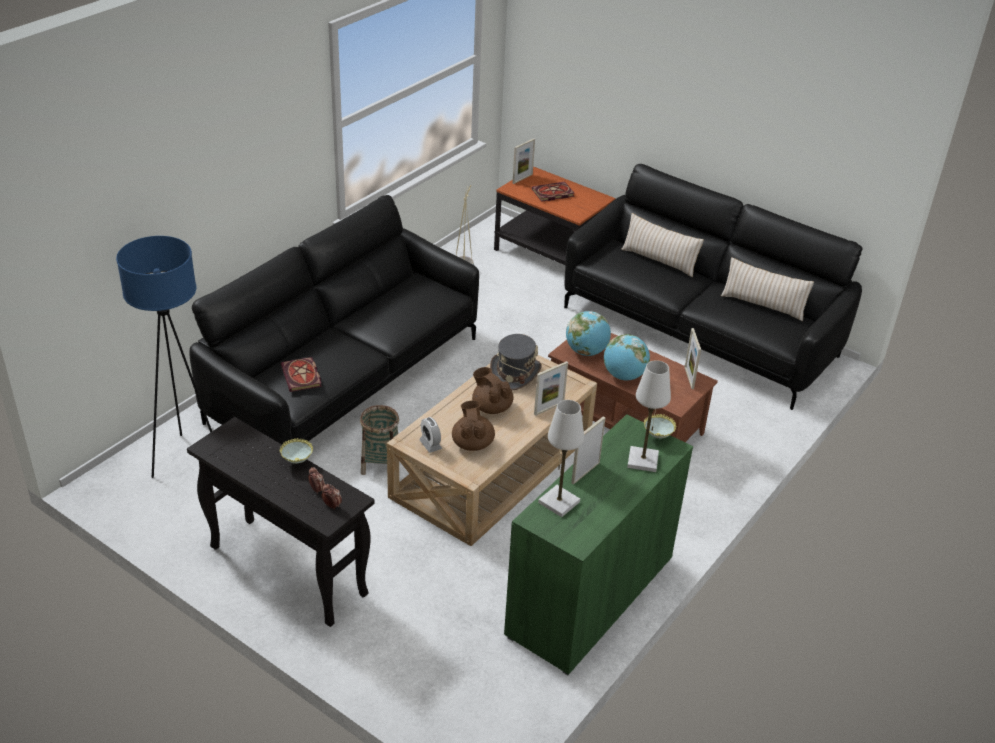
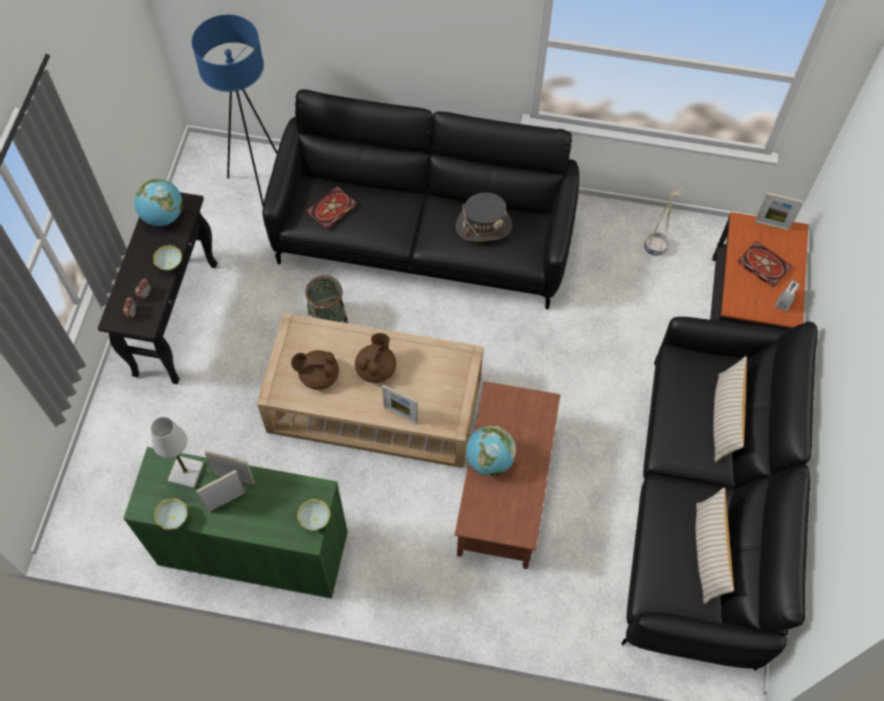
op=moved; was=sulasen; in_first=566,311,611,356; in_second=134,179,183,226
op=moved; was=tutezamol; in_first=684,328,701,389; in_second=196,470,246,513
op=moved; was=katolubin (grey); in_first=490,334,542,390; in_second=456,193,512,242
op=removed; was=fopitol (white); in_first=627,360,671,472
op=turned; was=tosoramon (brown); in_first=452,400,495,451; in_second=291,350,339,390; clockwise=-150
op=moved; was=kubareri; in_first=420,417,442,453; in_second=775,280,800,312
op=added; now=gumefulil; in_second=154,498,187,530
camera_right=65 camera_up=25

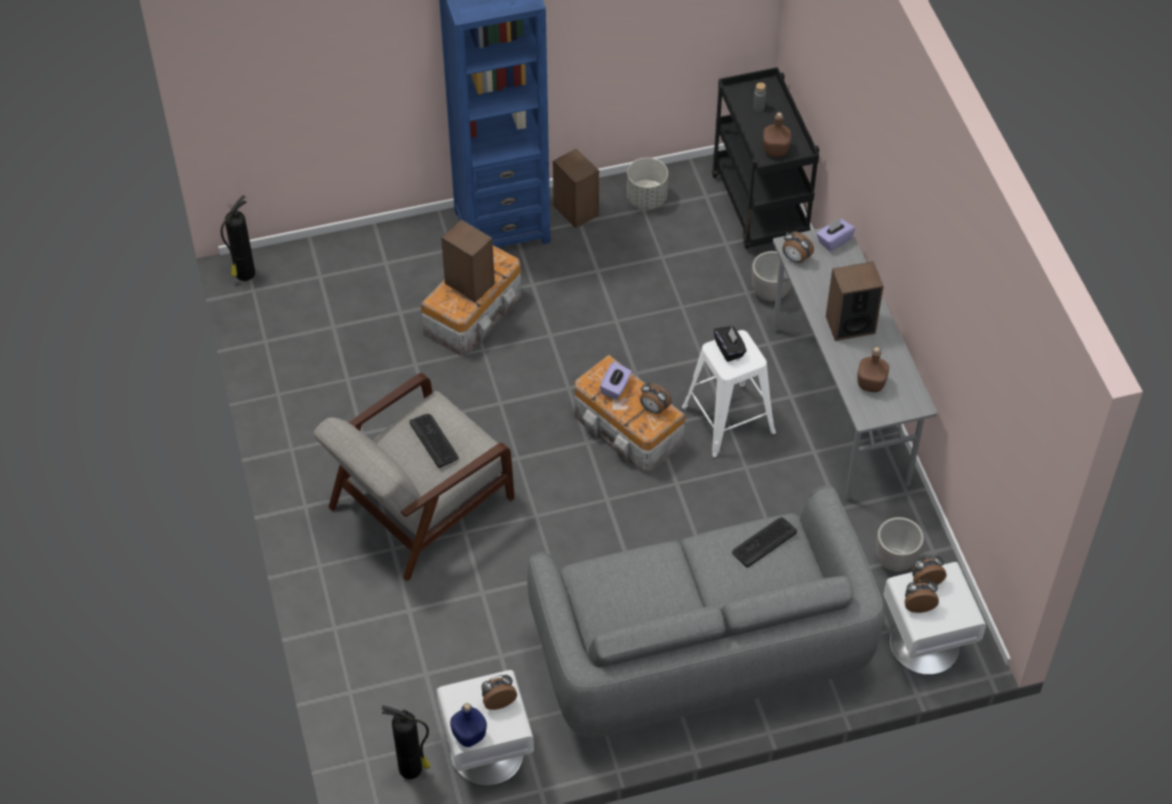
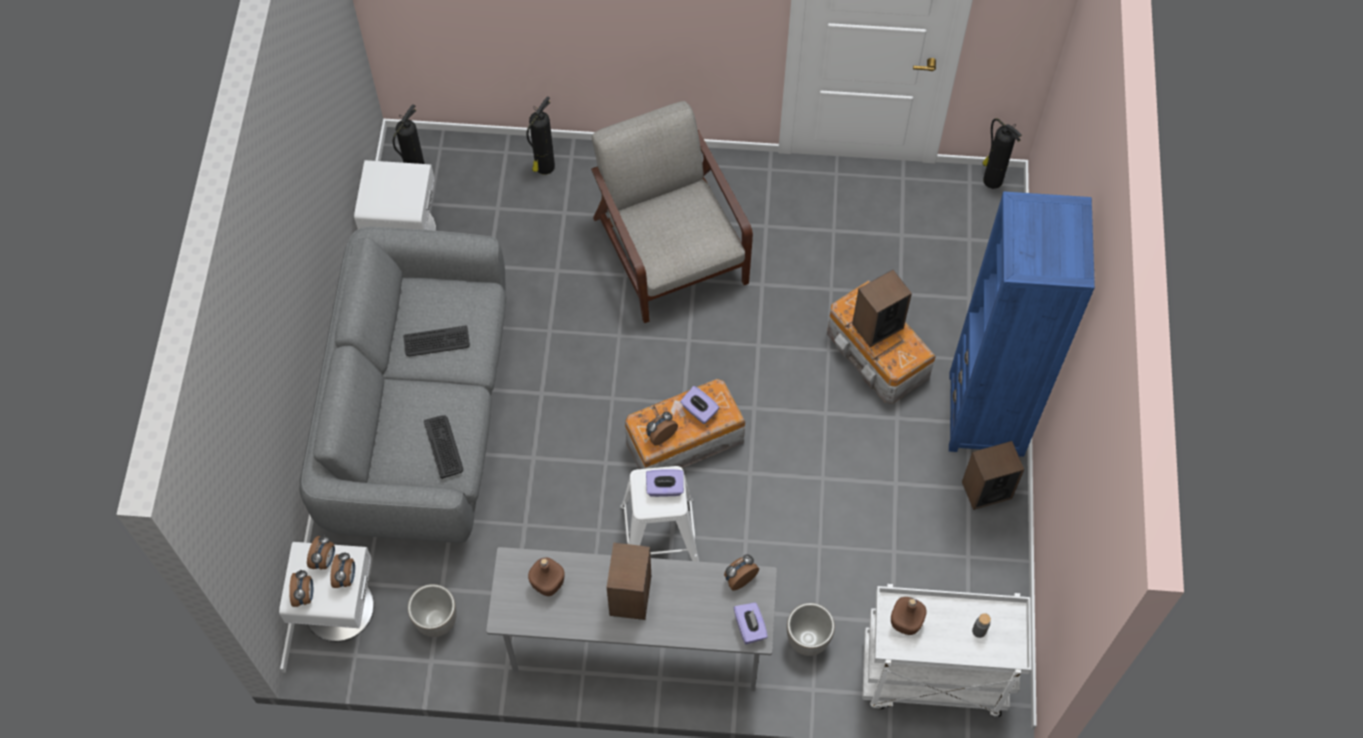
op=recoloured; was=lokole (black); now=lokole (white); in_first=712,67,819,249; in_second=862,584,1032,717
op=removed; was=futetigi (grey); in_first=627,158,668,210
op=recoloured; was=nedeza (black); now=nedeza (purple); in_first=714,326,747,362; in_second=646,469,684,497
op=moved; was=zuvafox; in_first=410,414,458,468; in_second=403,326,470,356
op=moved; was=kubareri; in_first=481,675,517,710; in_second=289,570,313,607
op=removed; was=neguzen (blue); in_first=450,703,487,747
op=added; now=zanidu; in_second=526,96,555,175
camera_right=110 camera_up=10

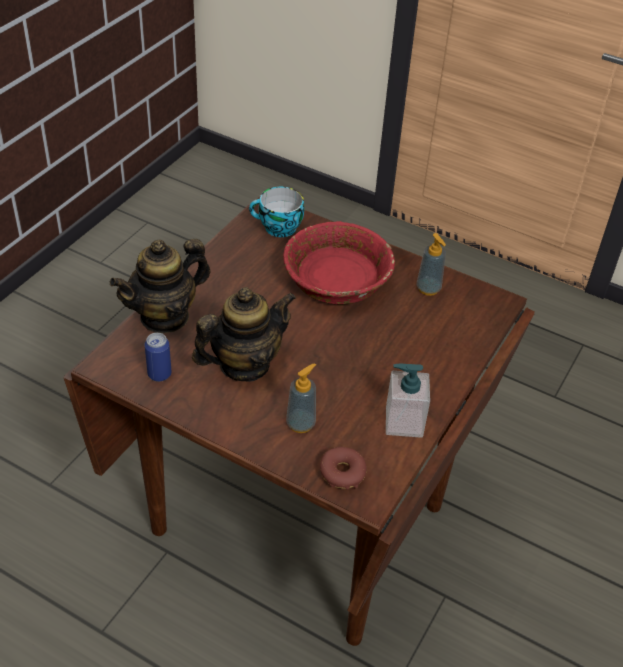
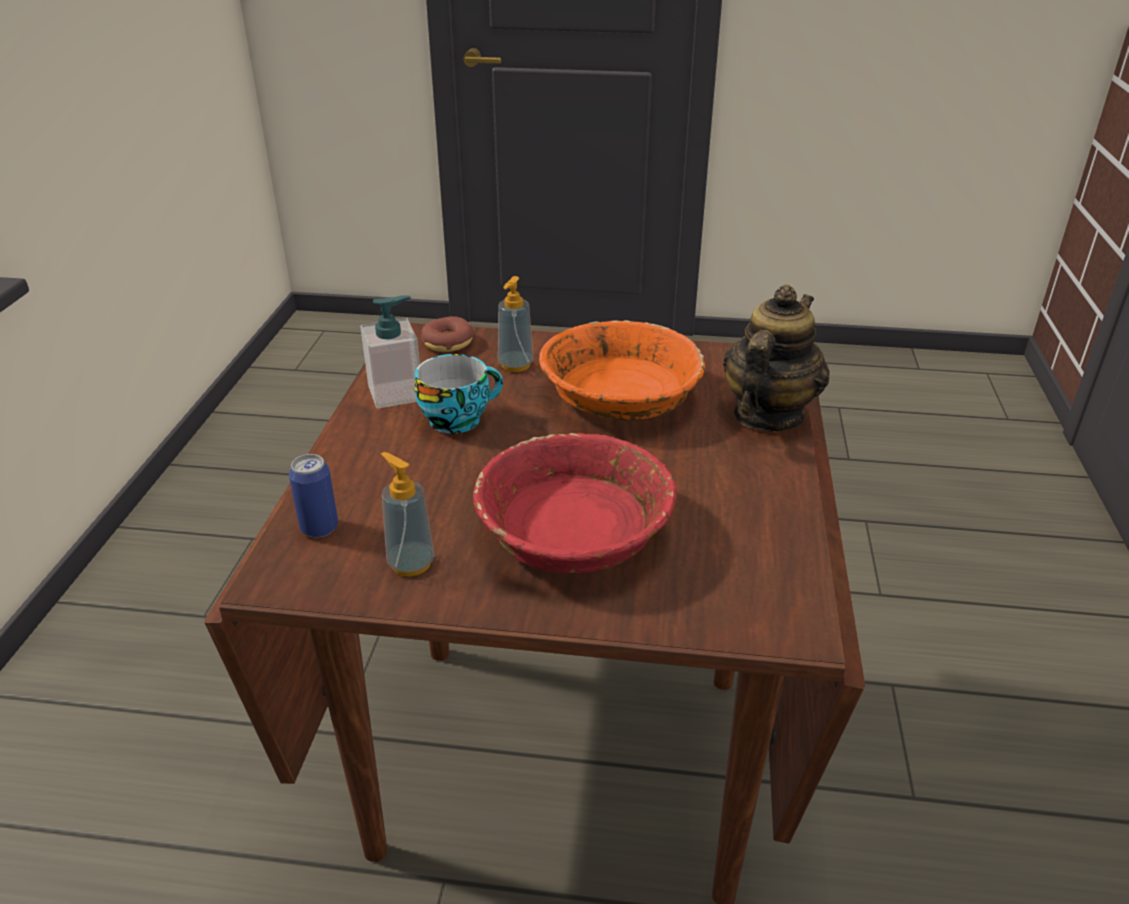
op=moved; was=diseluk; in_first=249,187,304,237; in_second=415,354,503,434
op=replaced; was=tosoramon; now=gumefulil (orange); in_first=192,287,296,382; in_second=539,320,705,420
op=moved; was=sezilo; in_first=145,333,171,382; in_second=289,454,338,538
camera_right=160 camera_up=-10

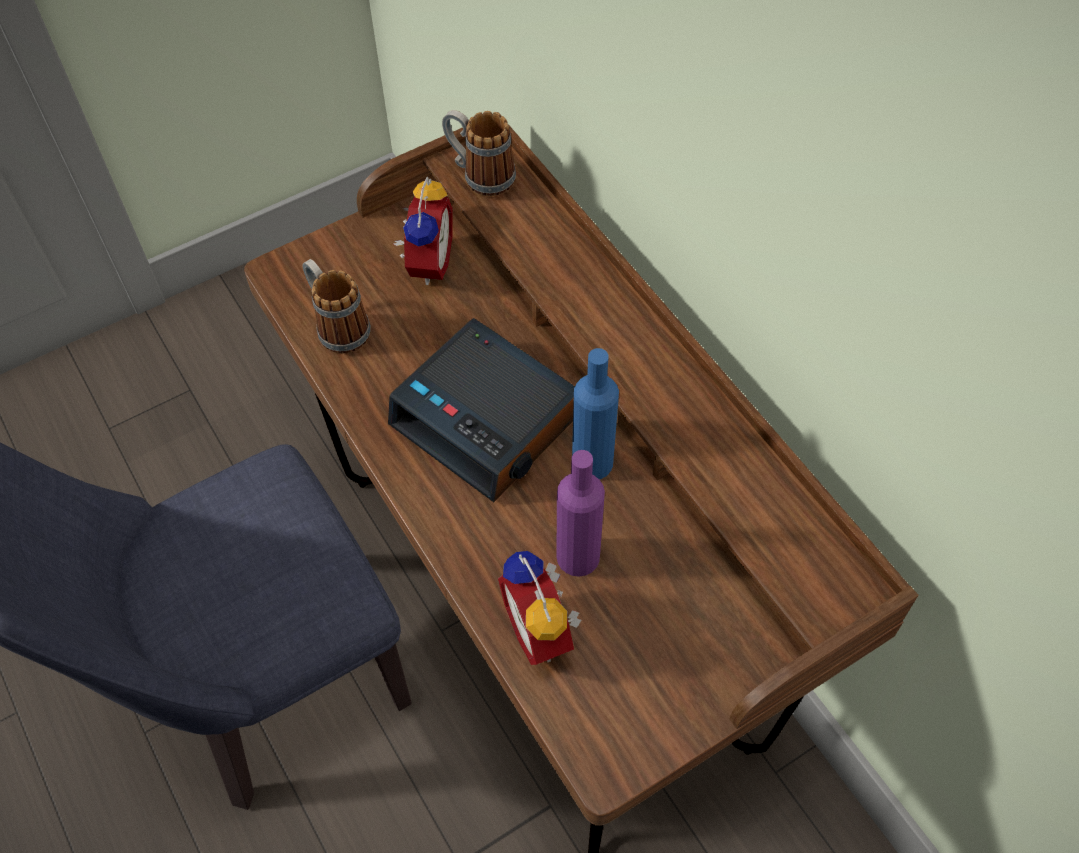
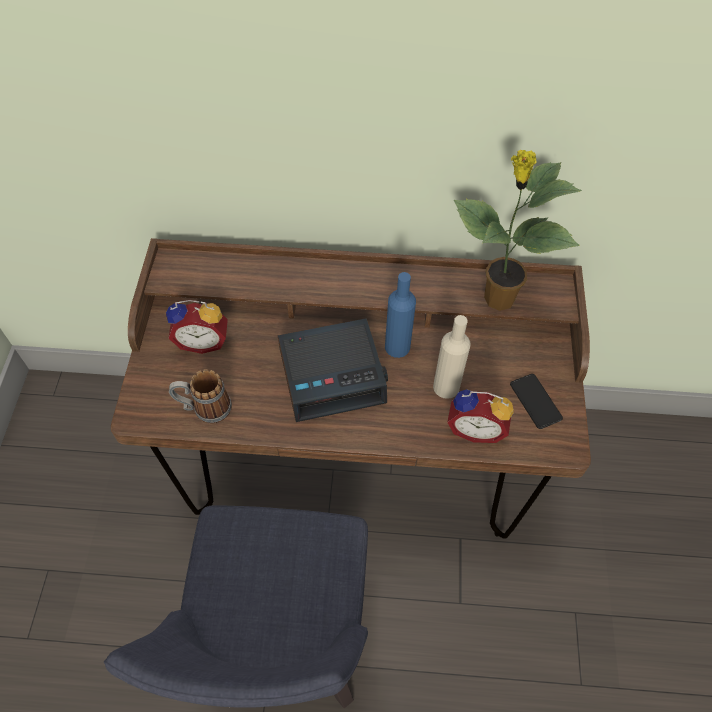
op=removed; was=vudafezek; in_first=442,110,516,196
op=turned; was=kubareri; in_first=394,177,453,285; in_second=166,300,228,354; clockwise=135
op=recoloured; was=neguzen (purple); now=neguzen (beige); in_first=556,450,605,577; in_second=433,315,471,399
op=added; now=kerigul; in_second=454,150,582,311
op=added; now=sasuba; in_second=510,374,563,429
camera_right=-55 camera_up=0

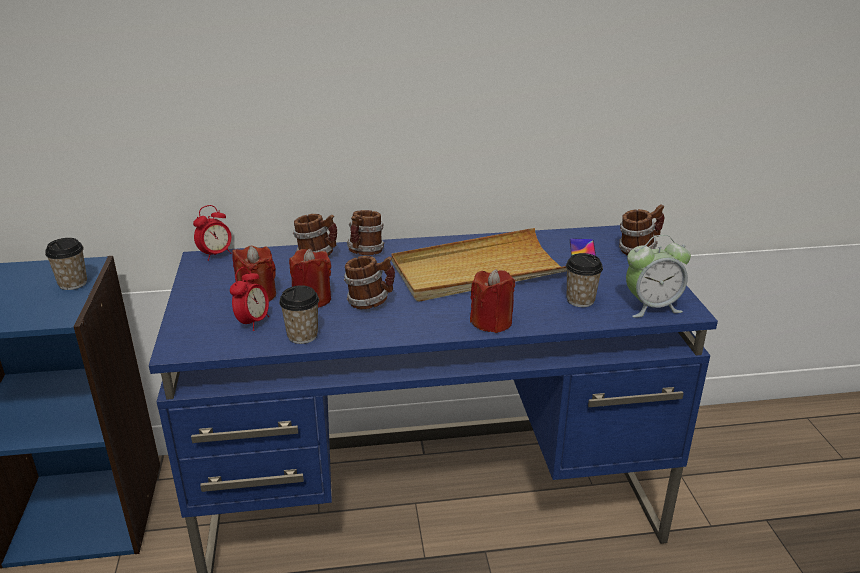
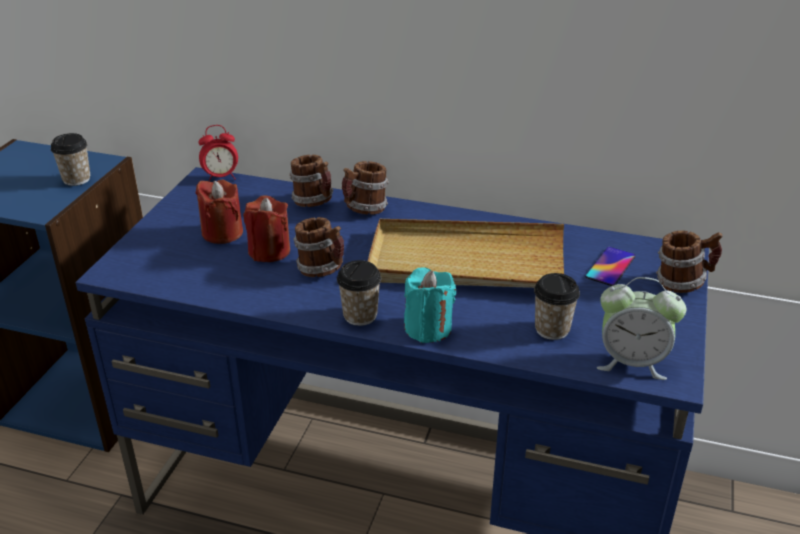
op=removed; was=kubareri; in_first=230,267,269,331
op=recoloured; was=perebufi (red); now=perebufi (turquoise); in_first=470,269,515,333; in_second=404,267,456,343
op=moved; was=diseluk; in_first=279,285,319,344; in_second=337,260,381,326
camera_right=25 camera_up=5

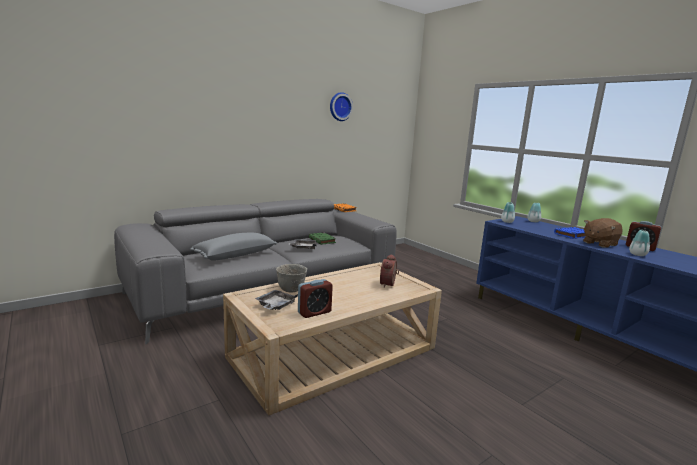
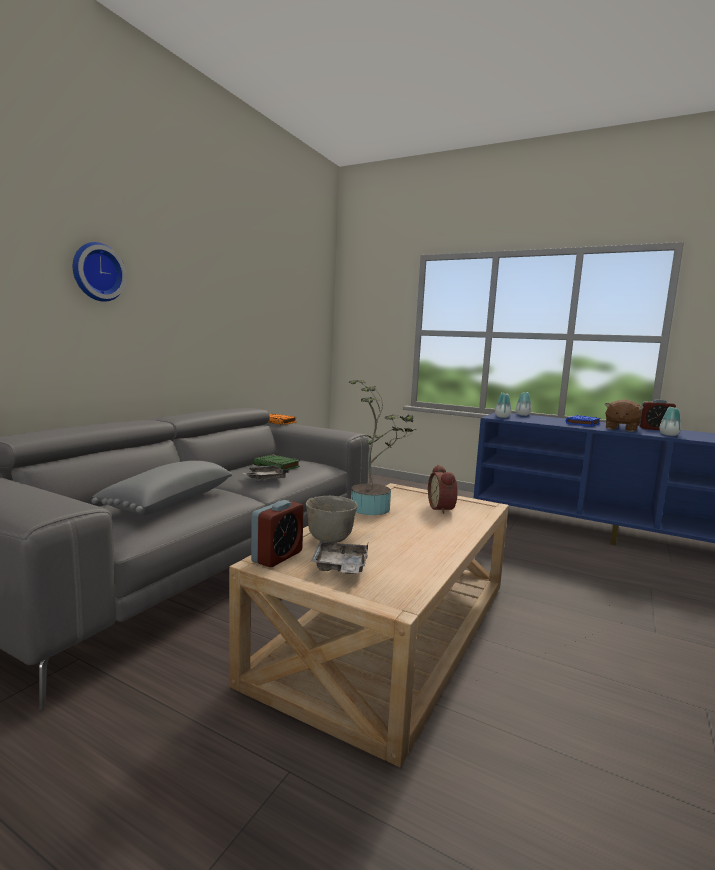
op=moved; was=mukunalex; in_first=330,92,353,121; in_second=73,242,127,302
op=moved; was=kubareri; in_first=298,279,333,318; in_second=251,500,304,567
op=added; now=kerigul; in_second=349,380,416,515
camera_right=-25 camera_up=-5

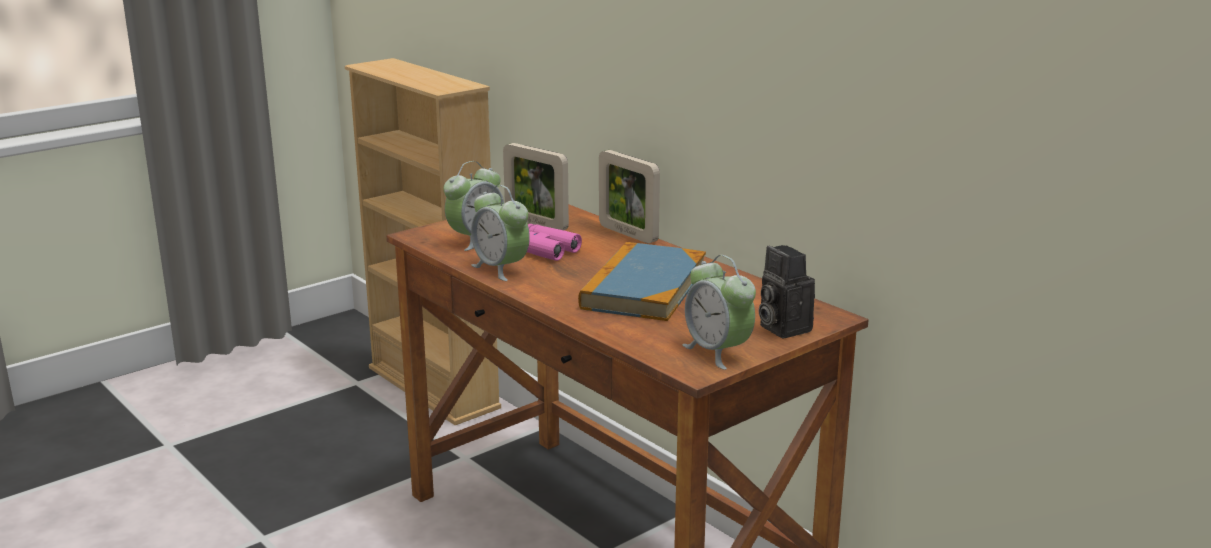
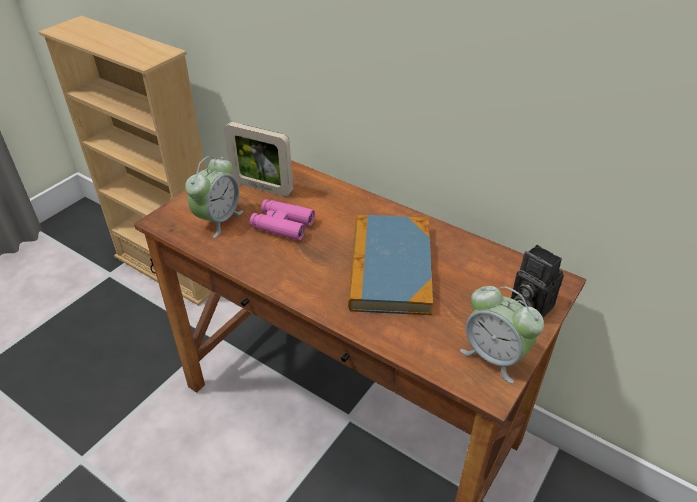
op=removed; was=tutezamol; in_first=599,150,660,244
op=removed; was=kubareri; in_first=471,185,530,281
camera_right=-15 camera_up=20

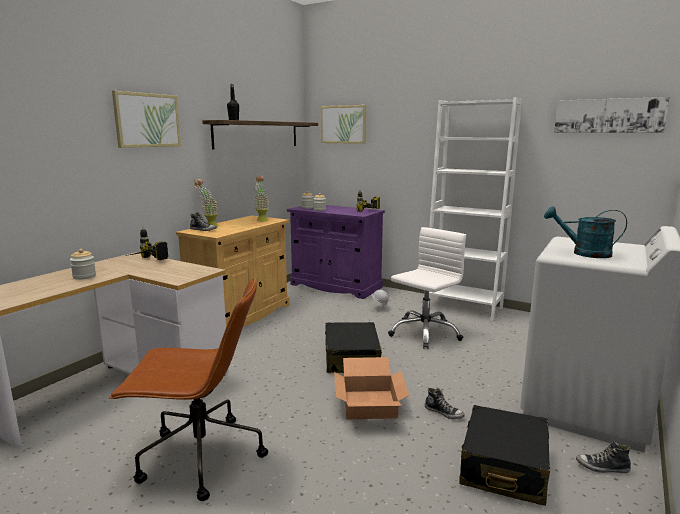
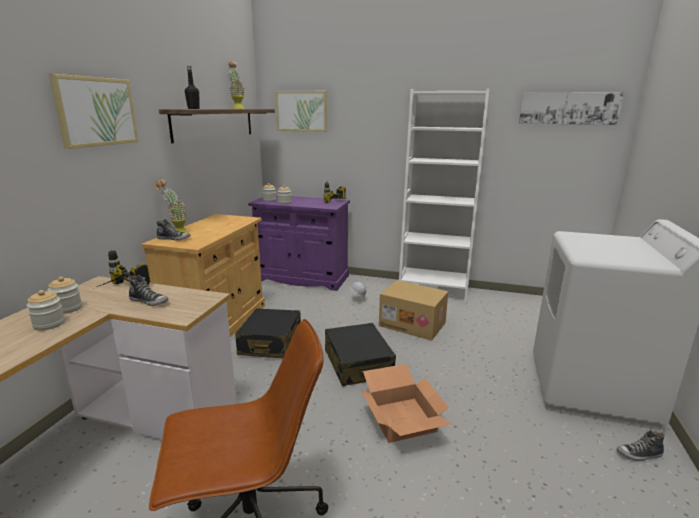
op=moved; was=kerigul; in_first=254,175,269,221; in_second=227,61,245,109
op=removed; was=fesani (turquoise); in_first=544,206,627,258
op=replaced; was=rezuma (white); now=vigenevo; in_first=388,227,466,349; in_second=379,280,448,341
op=moved; was=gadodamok; in_first=425,388,465,419; in_second=128,275,168,306
op=moved; was=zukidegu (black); in_first=459,405,550,506; in_second=235,308,301,358
op=added; now=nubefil; in_second=47,277,82,314
camera_right=-15 camera_up=5

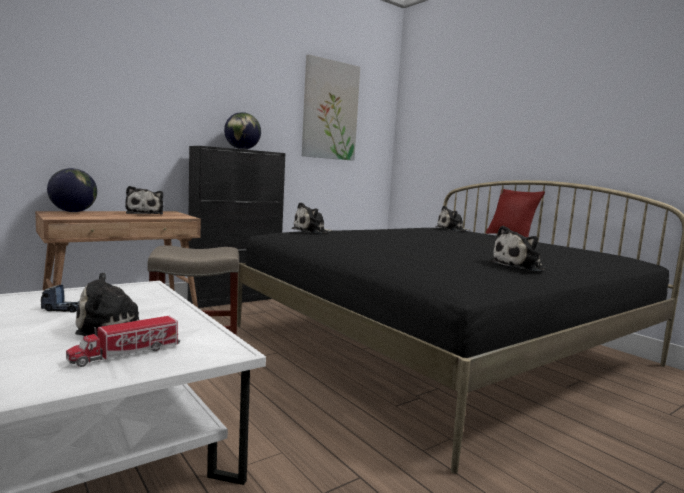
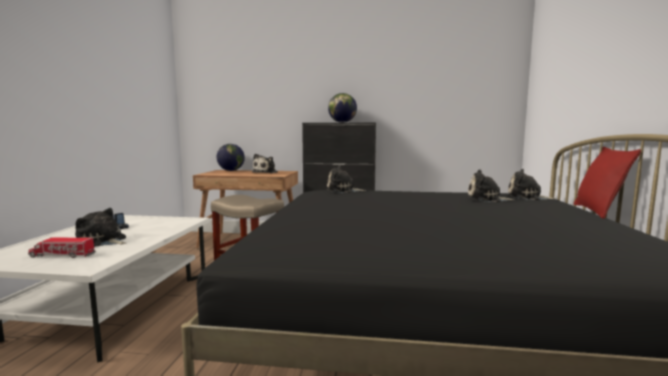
op=removed; was=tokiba; in_first=302,54,360,161
op=moved; was=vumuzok; in_first=489,226,546,271; in_second=468,169,514,202
camera_right=45 camera_up=0

